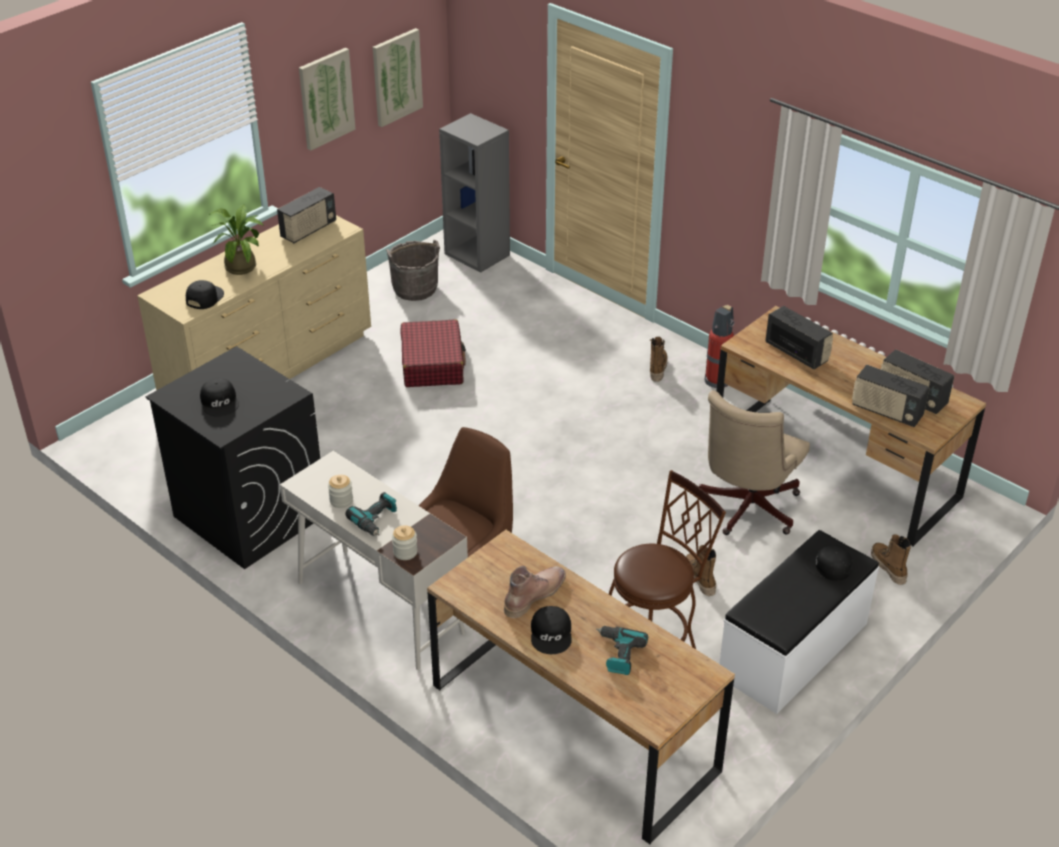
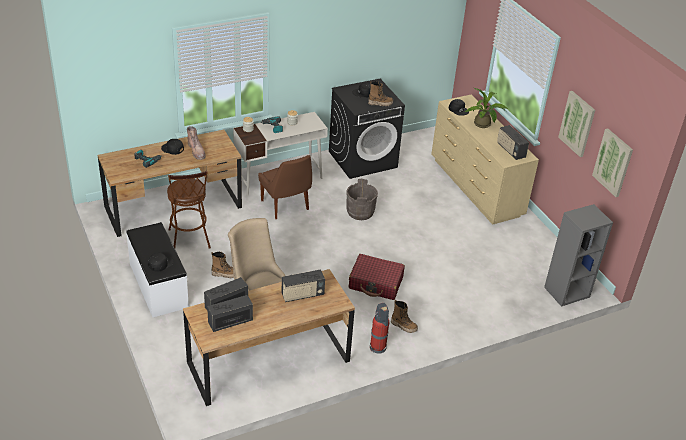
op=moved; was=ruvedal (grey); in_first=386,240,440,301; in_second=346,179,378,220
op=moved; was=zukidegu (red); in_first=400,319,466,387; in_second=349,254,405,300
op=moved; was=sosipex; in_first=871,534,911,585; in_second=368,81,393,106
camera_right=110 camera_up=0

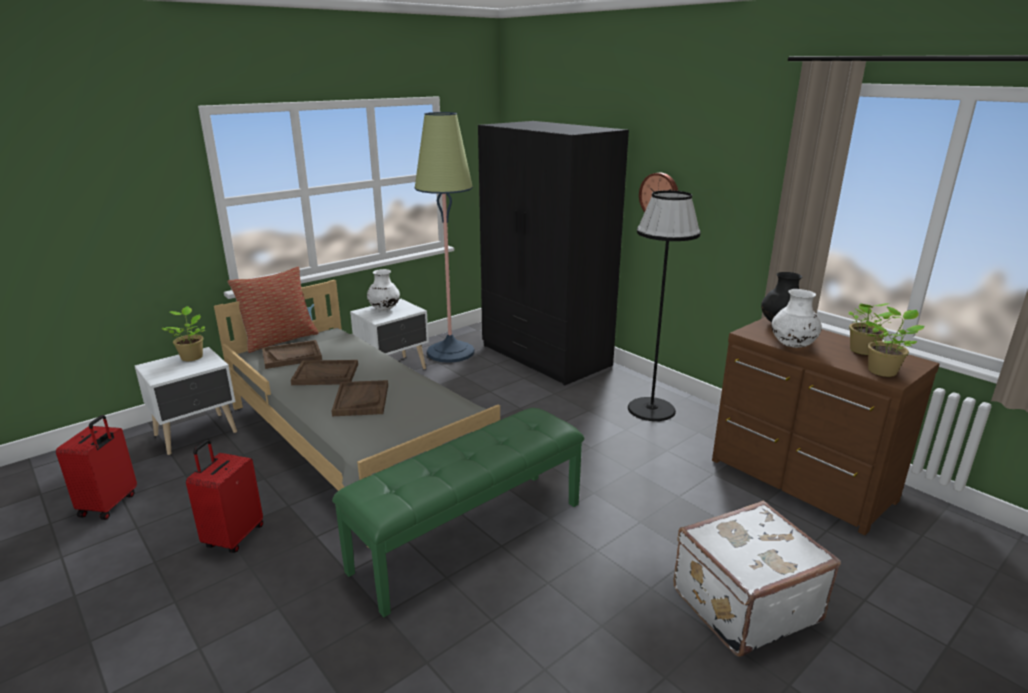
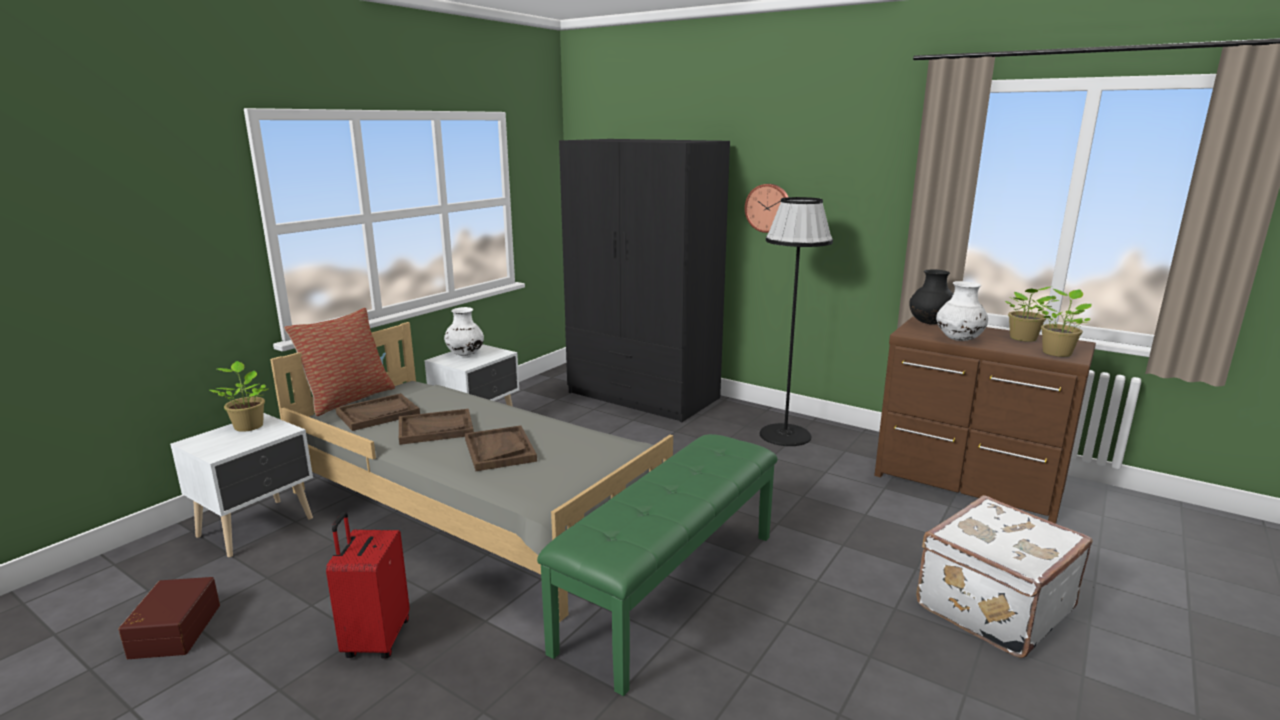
op=removed; was=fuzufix; in_first=415,112,474,363
op=replaced; was=zukidegu (red); now=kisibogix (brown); in_first=56,415,137,520; in_second=118,577,220,659
camera_right=-15 camera_up=-5

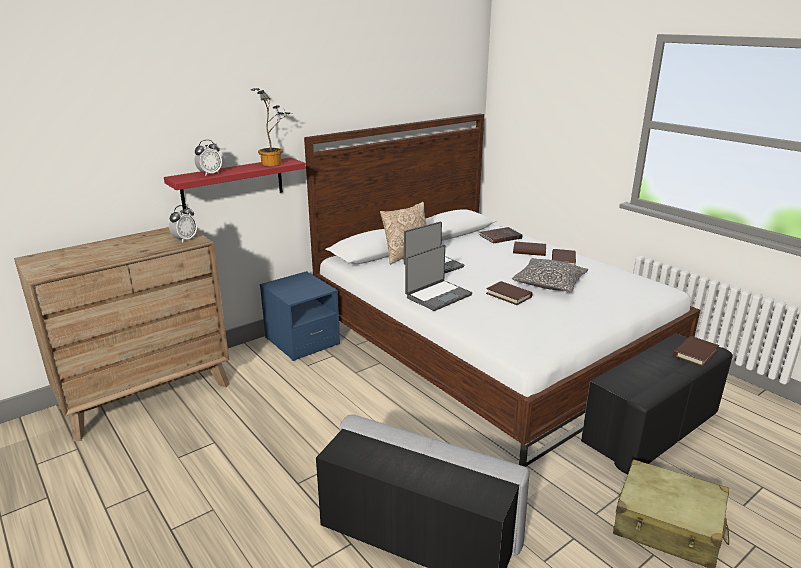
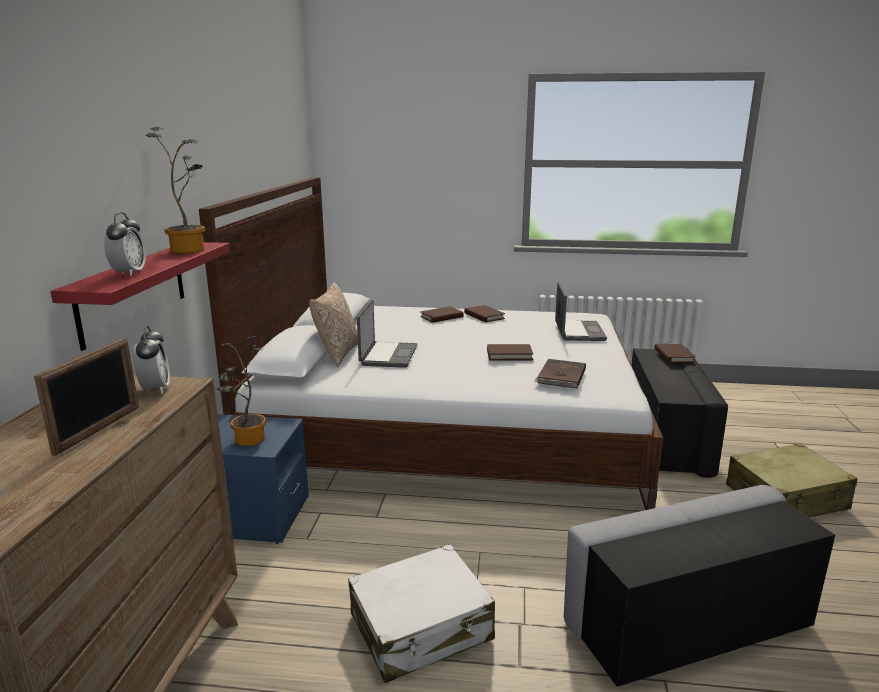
op=moved; was=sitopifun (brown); in_first=479,227,522,244; in_second=534,359,586,389
op=moved; was=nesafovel; in_first=405,245,472,311; in_second=555,282,607,341
op=removed; was=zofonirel; in_first=512,258,588,292
op=added; now=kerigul; in_second=217,336,266,446
op=added; now=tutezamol; in_second=34,338,139,456
op=added; now=zukidegu (white); in_second=348,544,495,683
camera_right=-45 camera_up=-5

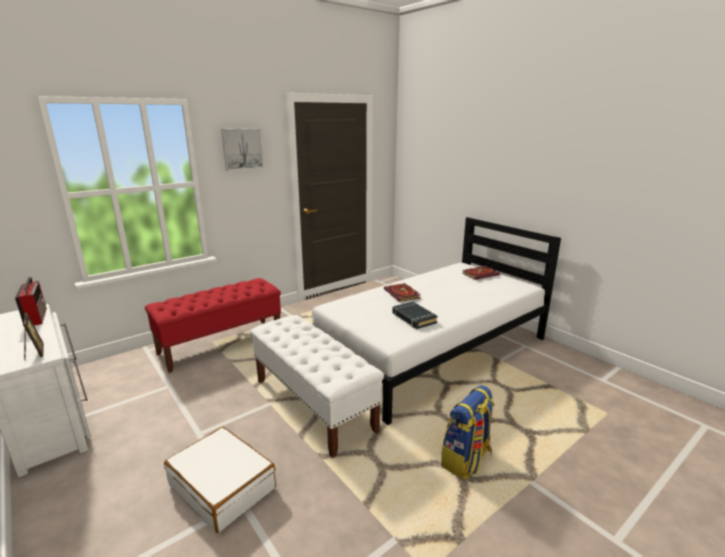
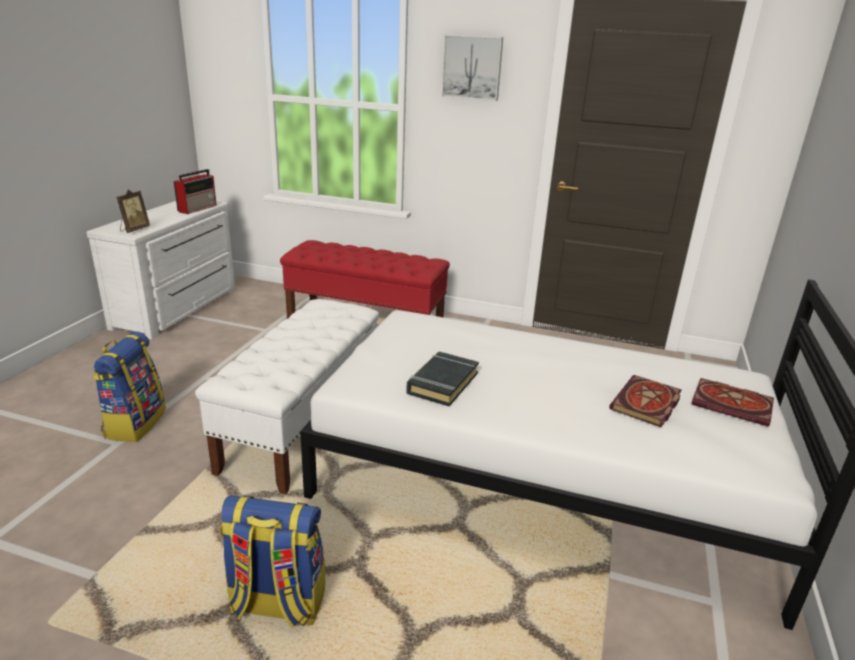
op=moved; was=sitopifun; in_first=384,283,420,302; in_second=609,375,682,428
op=replaced; was=zukidegu (white); now=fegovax; in_first=164,426,276,533; in_second=92,331,166,442
camera_right=55 camera_up=5

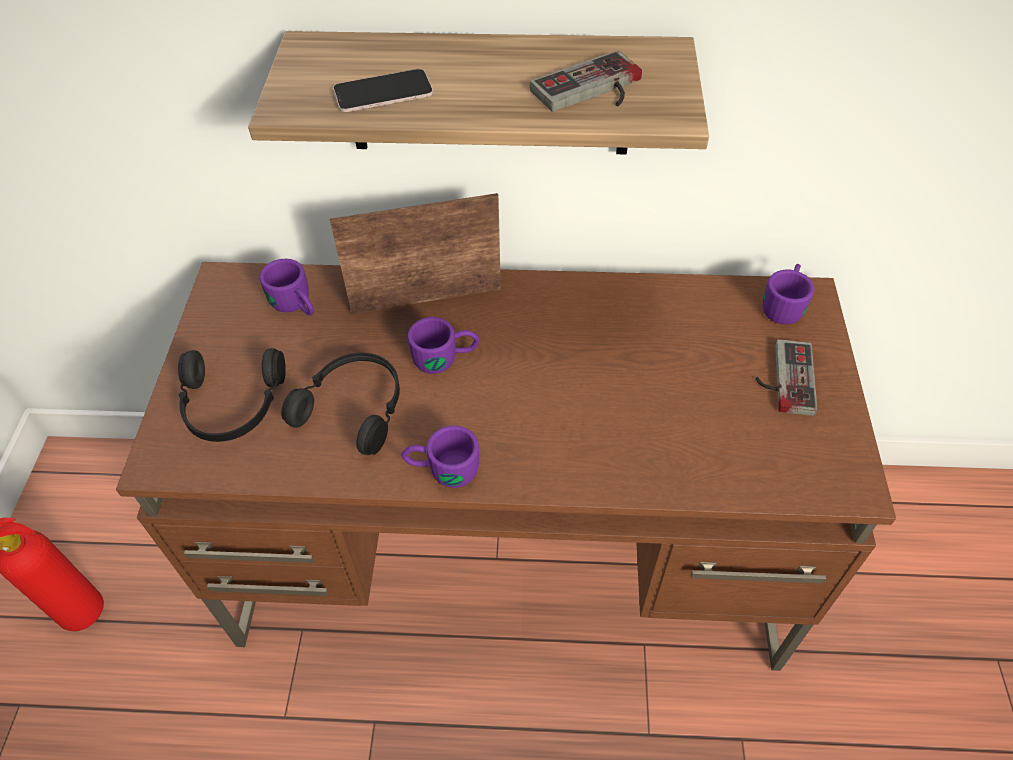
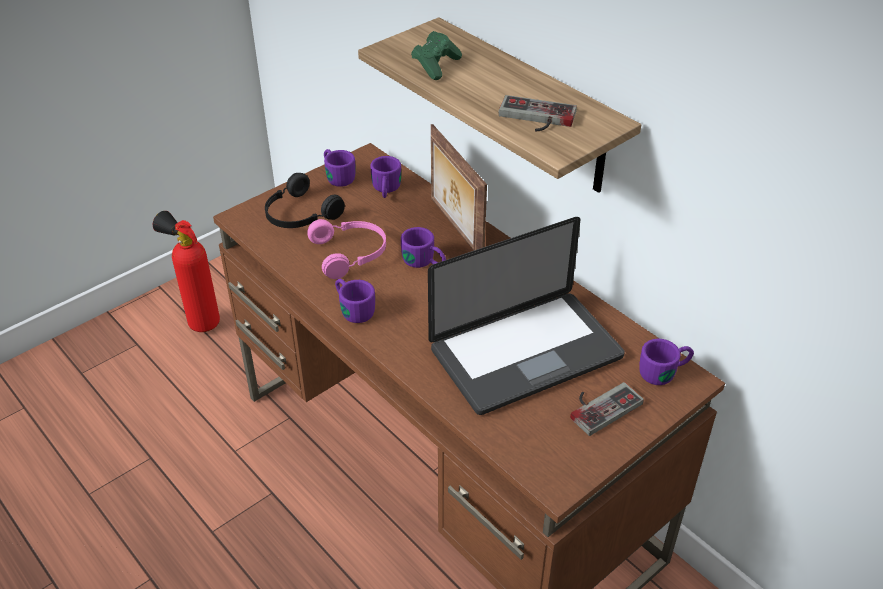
op=replaced; was=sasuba; now=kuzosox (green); in_first=333,69,433,112; in_second=411,31,462,80
op=turned; was=tutezamol; in_first=330,193,501,314; in_second=431,124,487,251; clockwise=-150
op=recoloured; was=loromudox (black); now=loromudox (pink); in_first=281,353,400,455; in_second=307,219,386,279
op=added; now=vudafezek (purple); in_second=324,149,356,187
op=added; now=nesafovel; in_second=428,217,625,415
camera_right=45 camera_up=-10

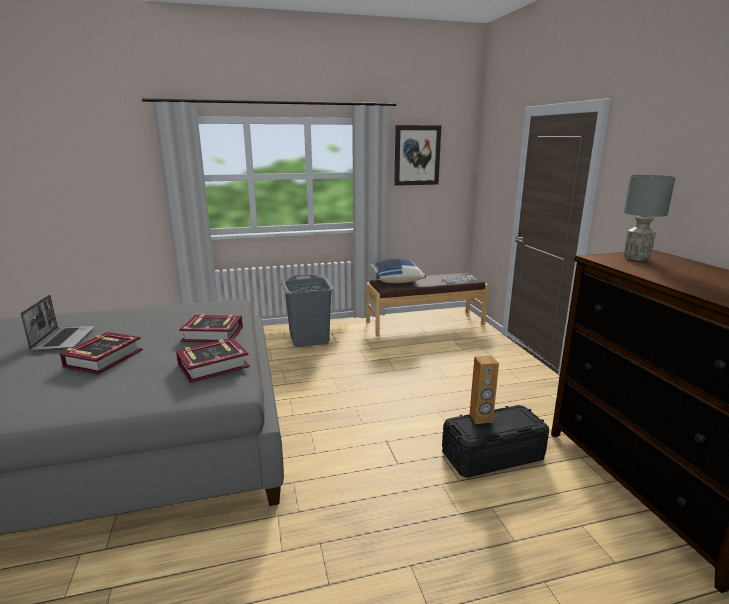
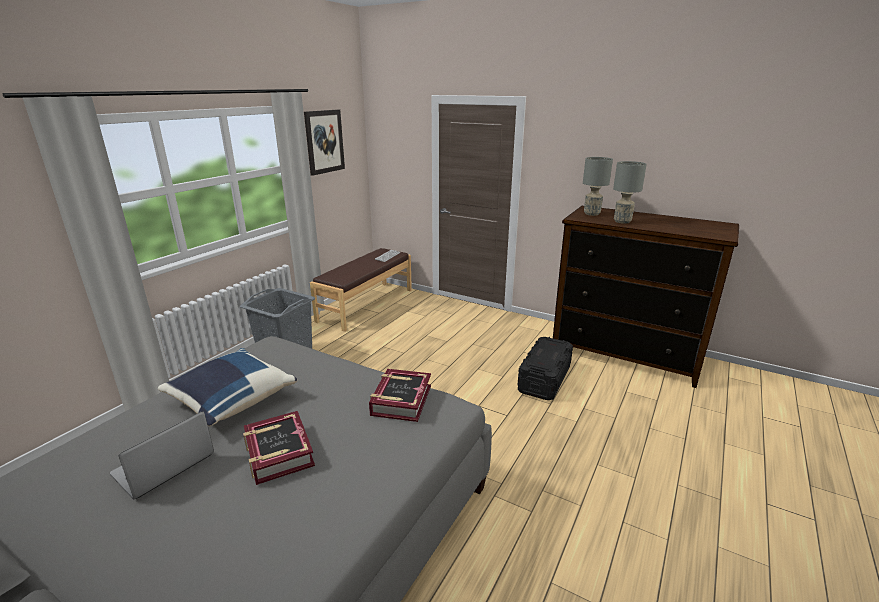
op=moved; was=zofonirel (blue); in_first=369,259,426,283; in_second=158,348,297,426
op=turned; was=nesafovel; in_first=21,295,96,351; in_second=110,411,214,499; clockwise=-90
op=removed; was=sitopifun; in_first=179,314,243,342
op=removed; was=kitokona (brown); in_first=470,356,499,424
op=added; now=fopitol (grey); in_second=613,161,647,224
camera_right=-45 camera_up=5

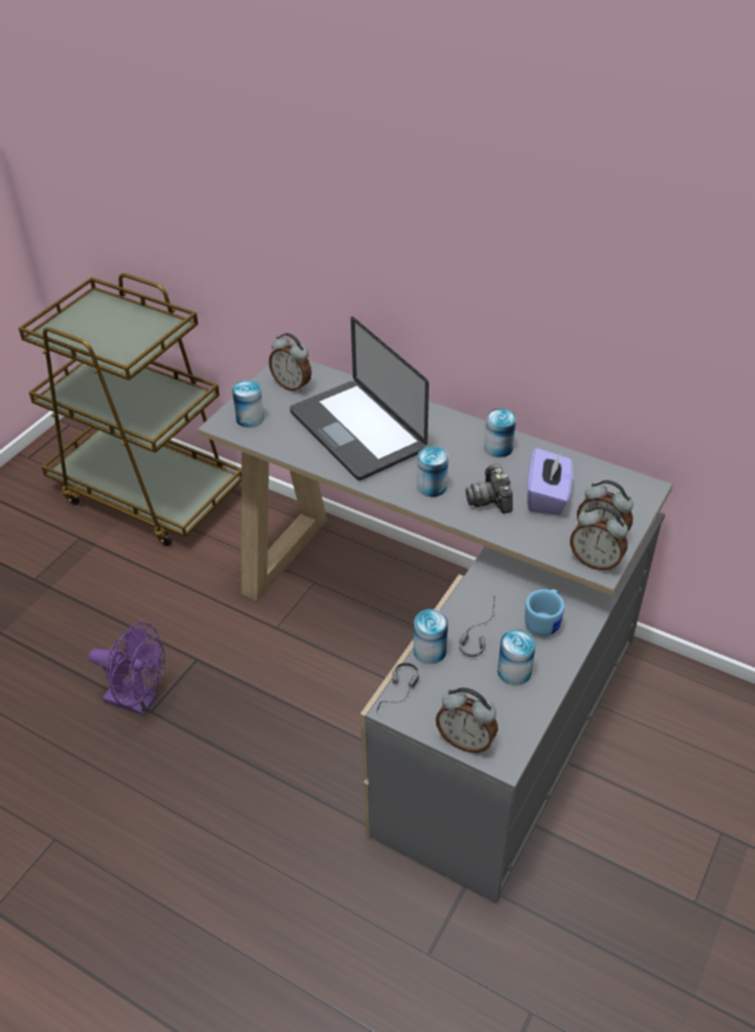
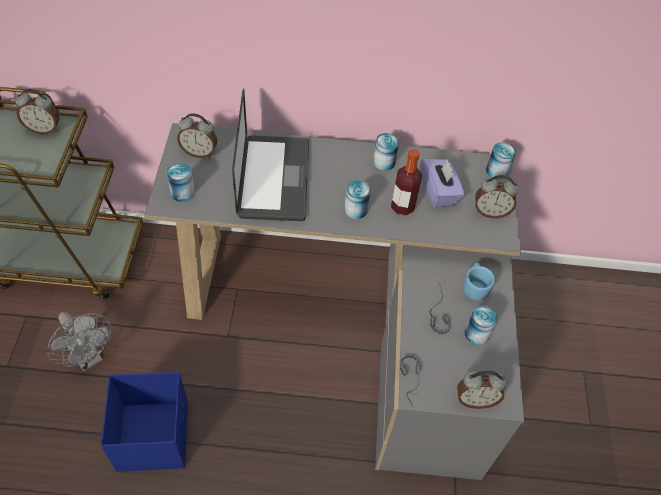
op=turned; was=nesafovel; in_first=290,317,429,481; in_second=232,89,309,221; clockwise=-120
op=replaced; was=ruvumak; now=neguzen; in_first=466,464,513,513; in_second=391,149,422,216
op=moved; was=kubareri; in_first=570,506,628,571; in_second=16,89,59,135
op=moved; was=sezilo; in_first=413,609,448,664; in_second=486,142,516,180
op=replaced; was=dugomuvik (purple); now=kisibogix (blue); in_first=88,622,165,715; in_second=101,372,188,472
op=added; now=dugomuvik (grey); in_second=47,312,112,372
camera_right=-30 camera_up=10

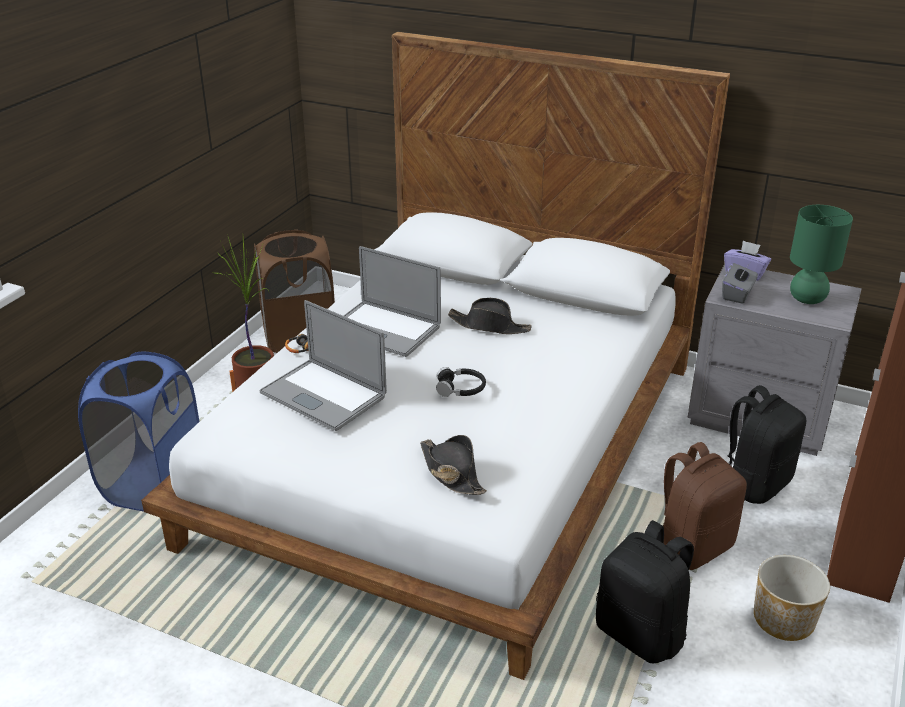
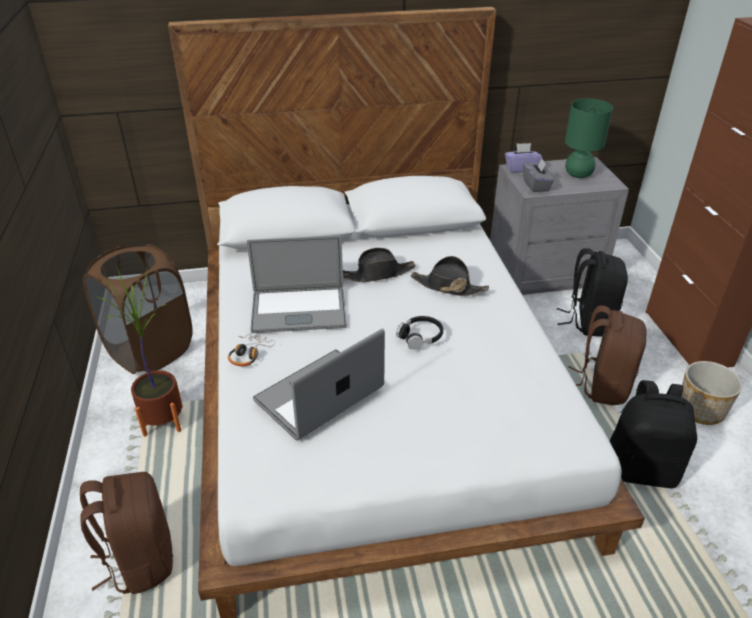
op=turned; was=nesafovel; in_first=259,300,387,431; in_second=253,328,385,441; clockwise=135
op=replaced; was=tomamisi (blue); now=fegovax (brown); in_first=78,352,199,512; in_second=80,472,173,594
op=moved; was=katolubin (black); in_first=420,435,487,495; in_second=411,256,489,296
camera_right=-35 camera_up=5

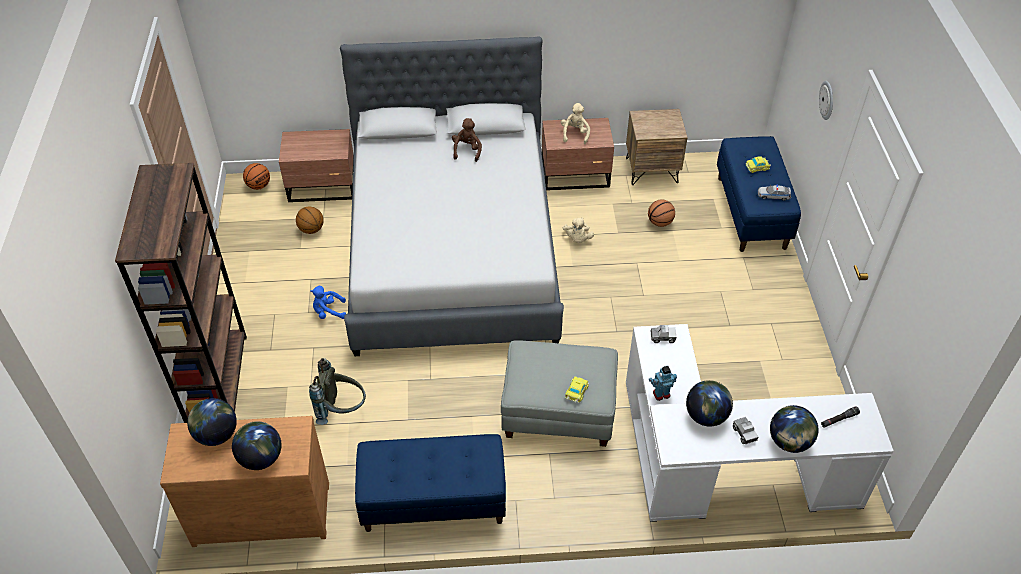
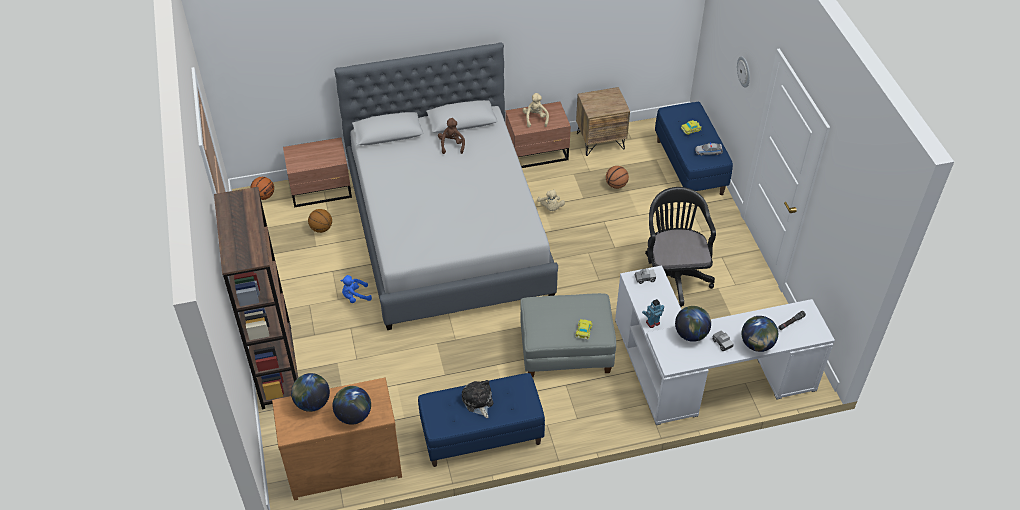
op=removed; was=fegovax (grey); in_first=309,358,366,425
op=added; now=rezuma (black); in_second=645,187,716,307
op=added; now=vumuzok; in_second=462,380,493,418
camera_right=-10 camera_up=0

